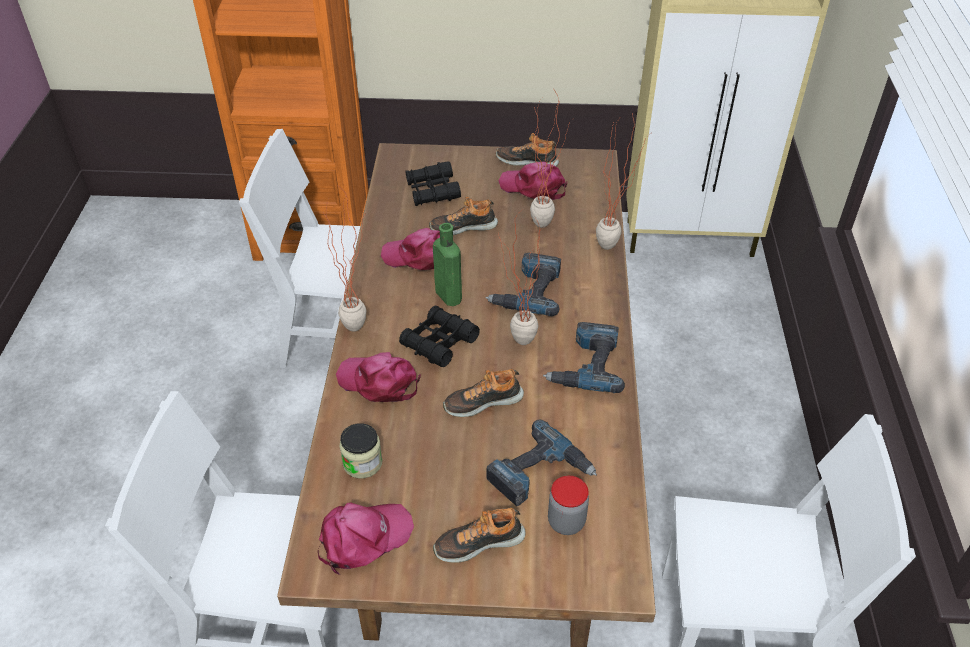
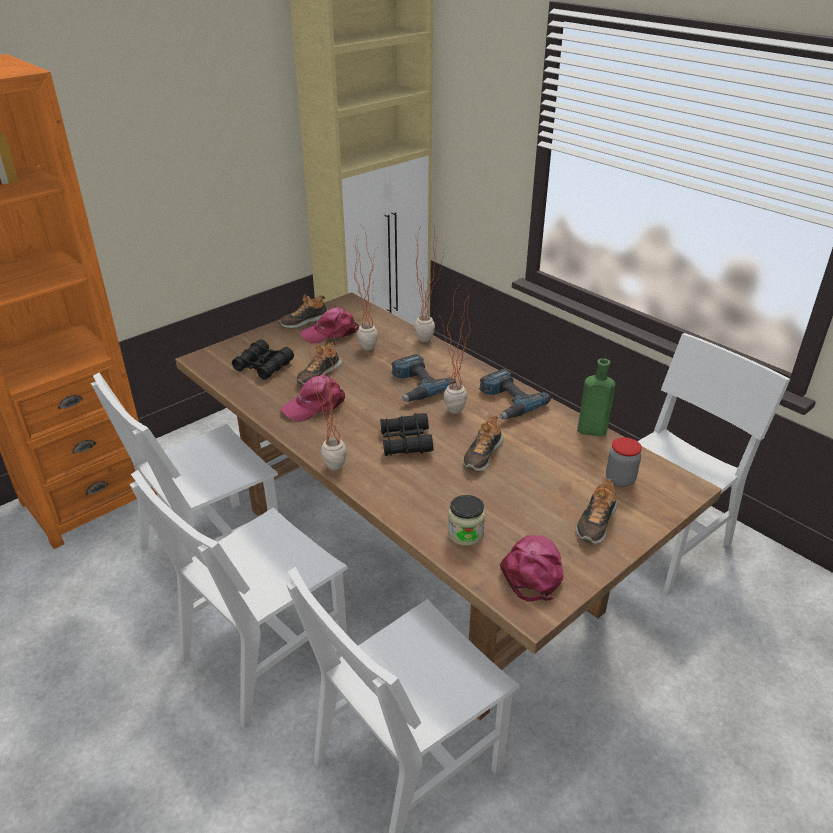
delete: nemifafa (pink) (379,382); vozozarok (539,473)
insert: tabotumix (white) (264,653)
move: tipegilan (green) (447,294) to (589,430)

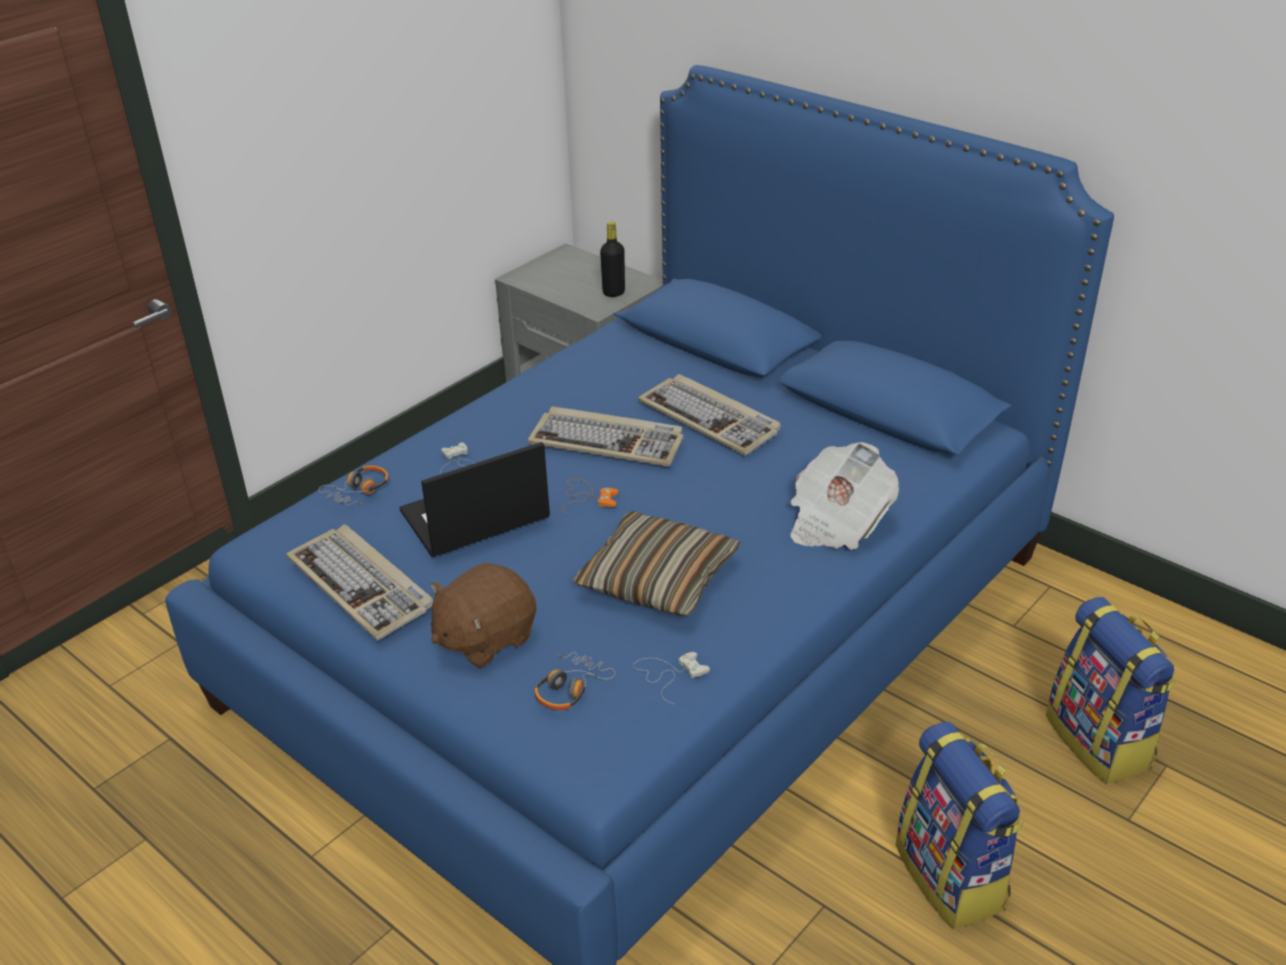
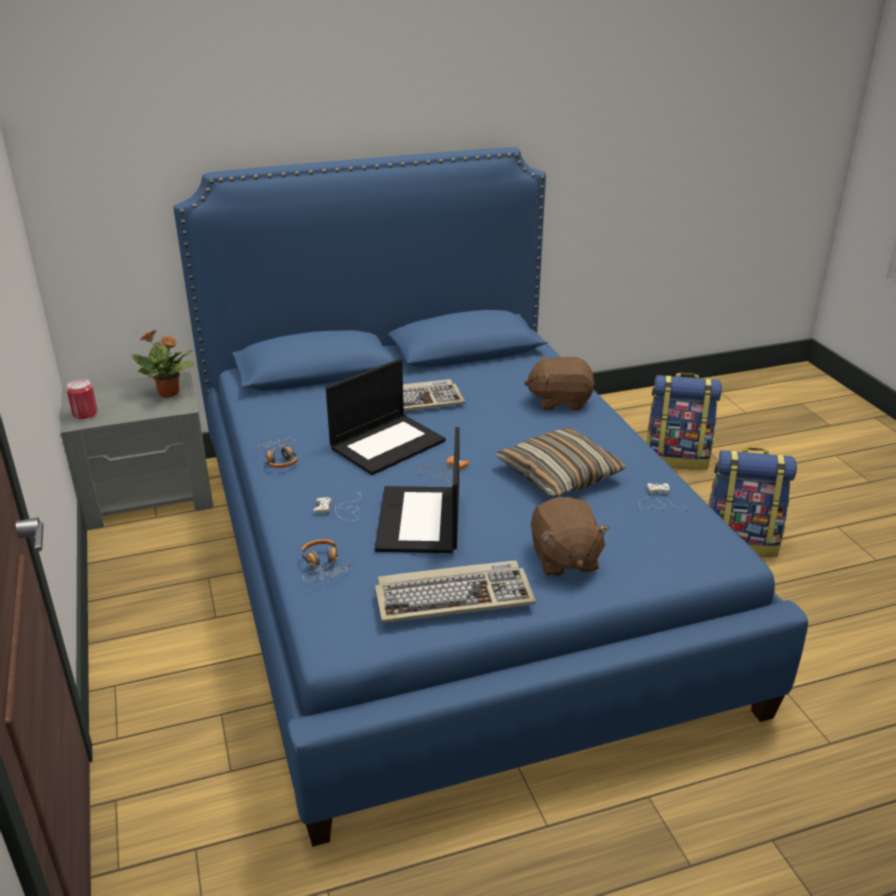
insert: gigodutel (85,414)
move: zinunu (570,688) to (279,458)
replace: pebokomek (608,441) to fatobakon (387,443); tipegilan (black) (613,292) to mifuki (169,393); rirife (836,521) to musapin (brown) (559,401)

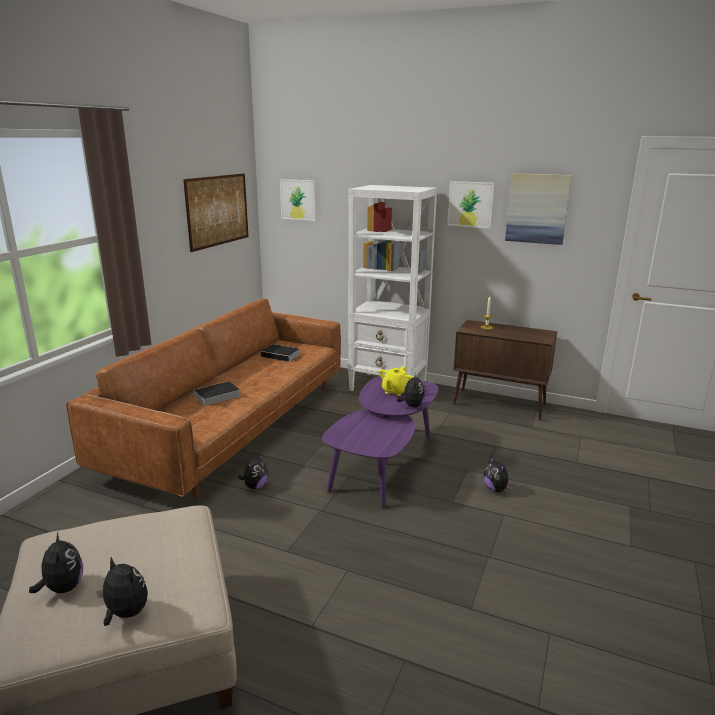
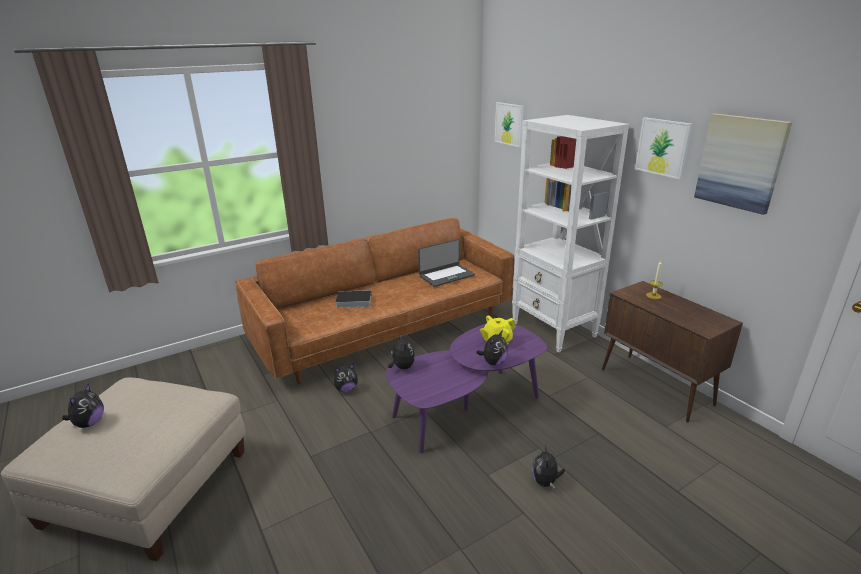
delete: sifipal (218,210)
move: musapin (125,613) to (402,367)
replace: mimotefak (282,355) to fatobakon (446,275)

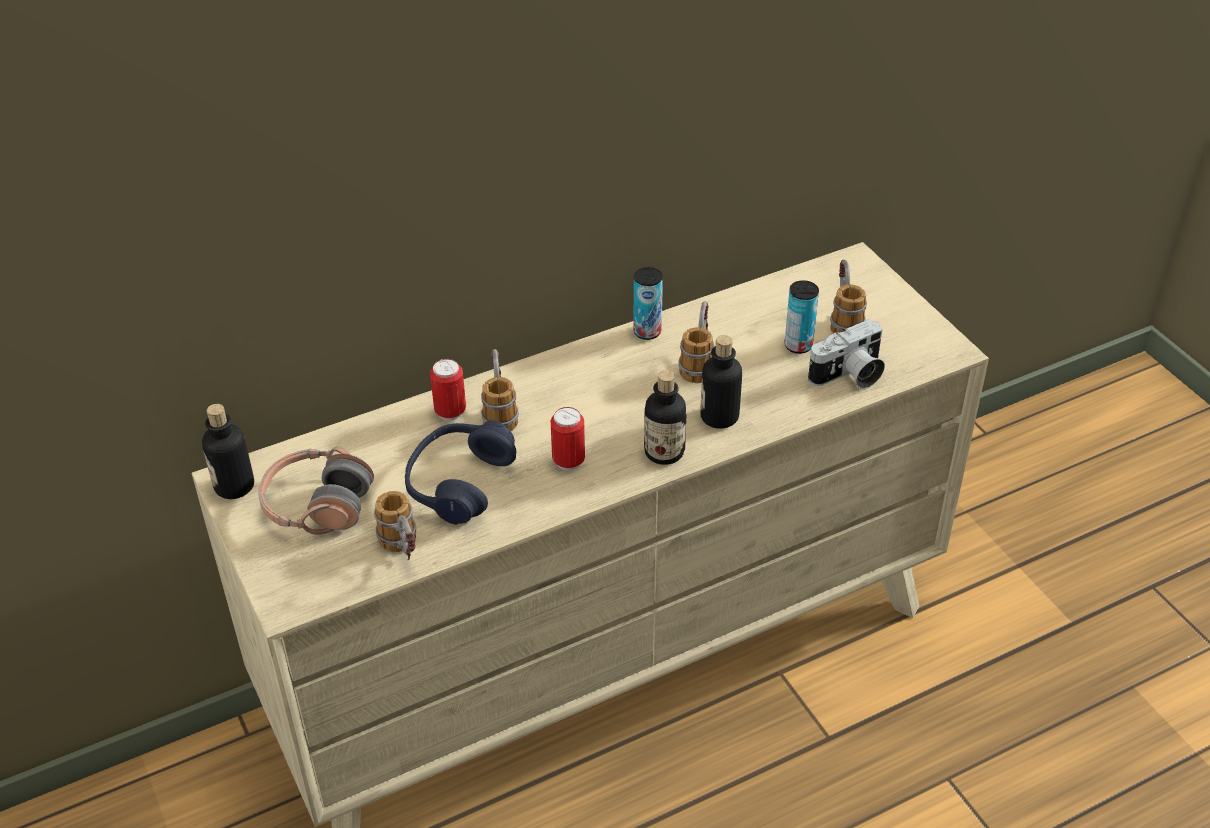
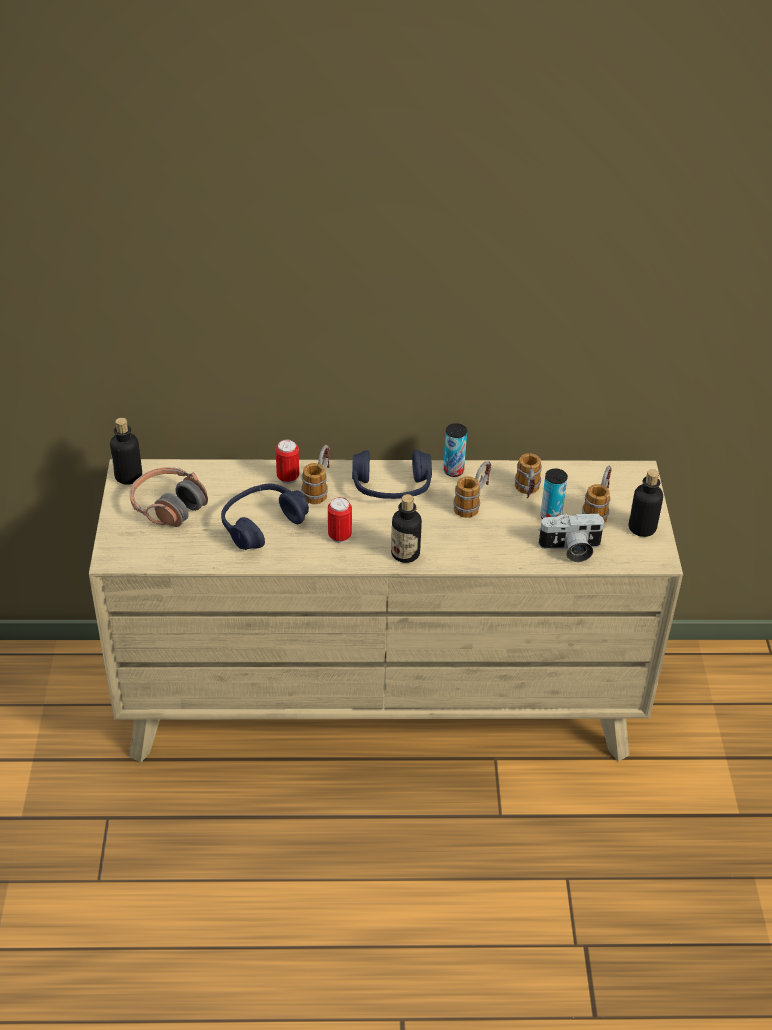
insert: zinunu (blue) (391,487)
move: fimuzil (403,551) to (527,494); tipegilan (719,416) to (642,528)

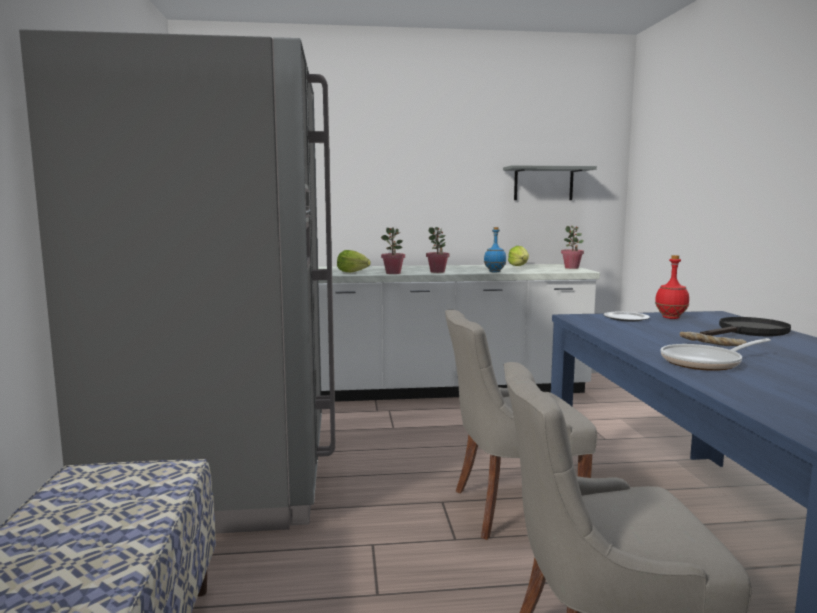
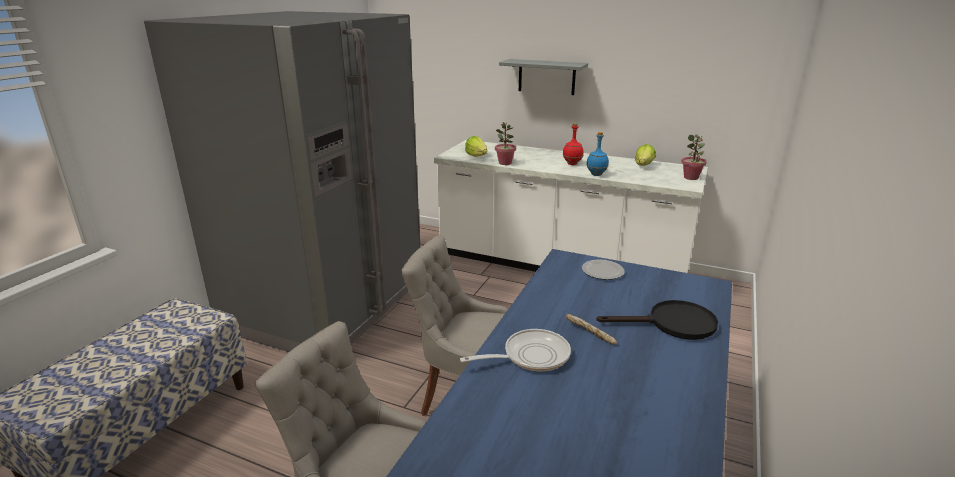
delete: mifuki (437,272)
move: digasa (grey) (543,183) to (546,77); tipegilan (red) (670,318) to (572,164)
rotate: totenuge (706,362) = (530,356) 150 degrees clockwise

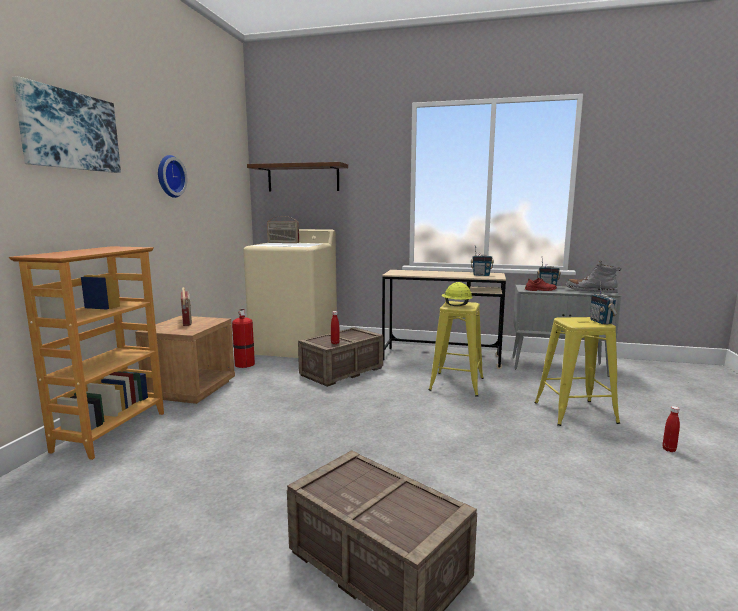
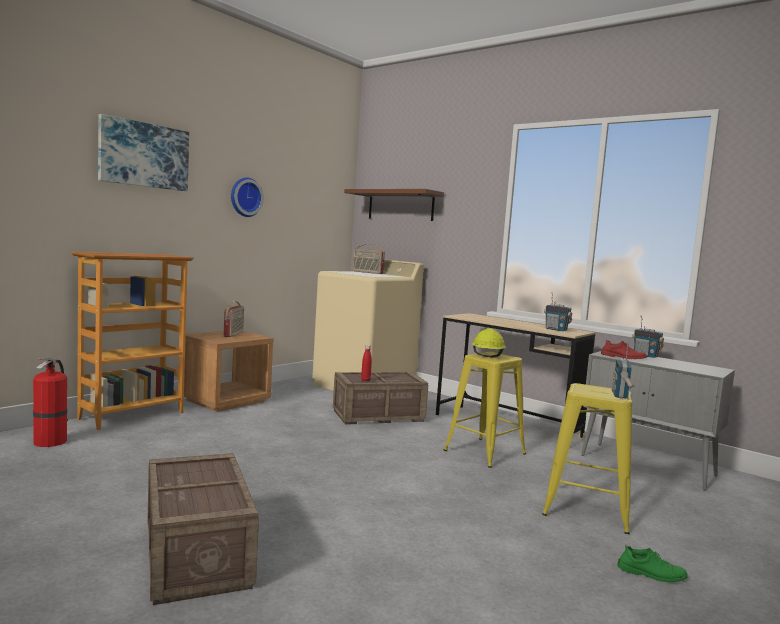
delete: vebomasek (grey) (590,291)
move: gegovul (244,364) to (51,441)
replace: tipegilan (red) (669,449) to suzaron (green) (651,573)

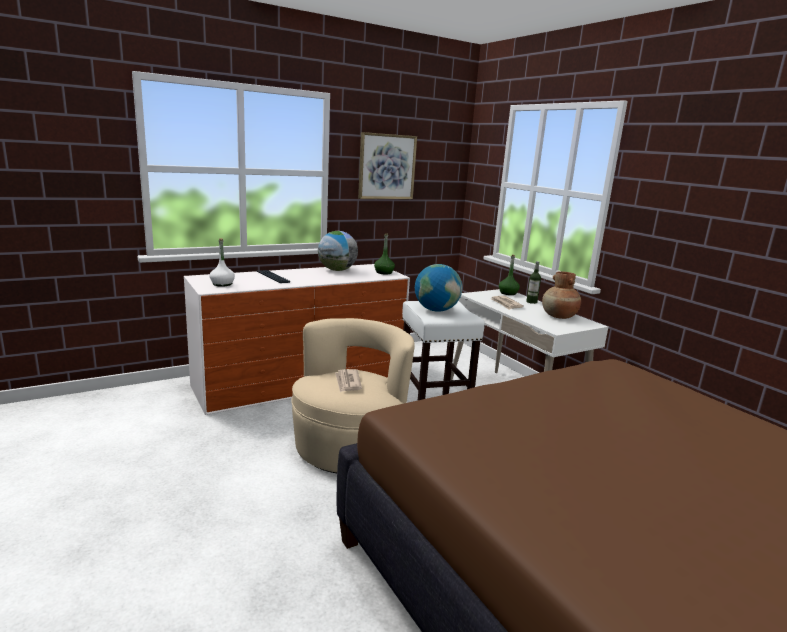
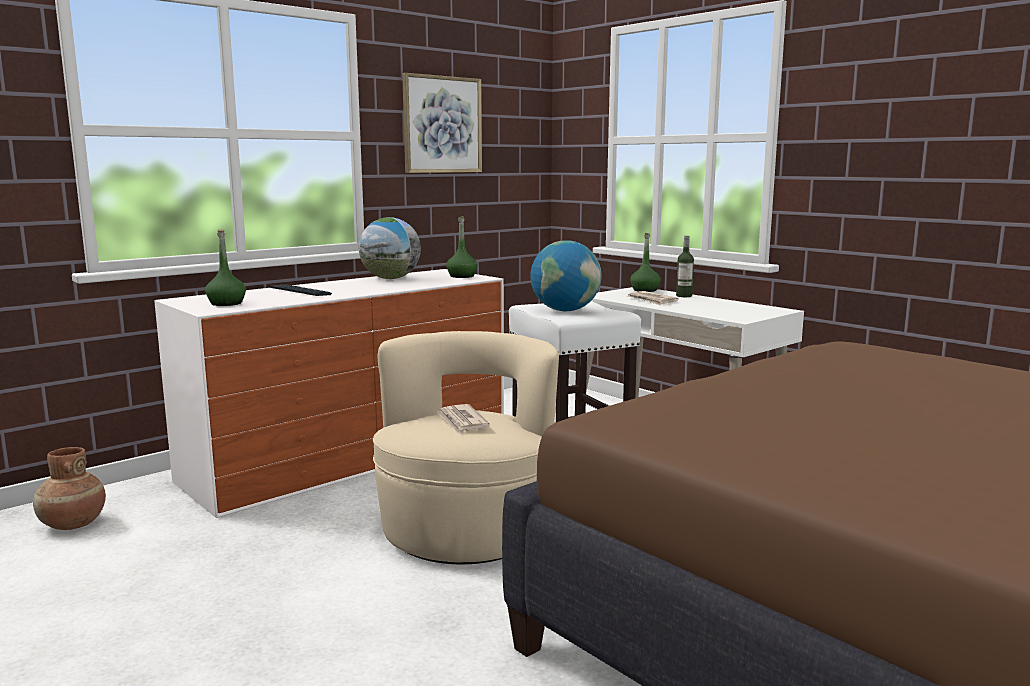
move: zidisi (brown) (559,316) to (72,524)
recolor: tipegilan (white) (222,284) to tipegilan (green) (226,303)

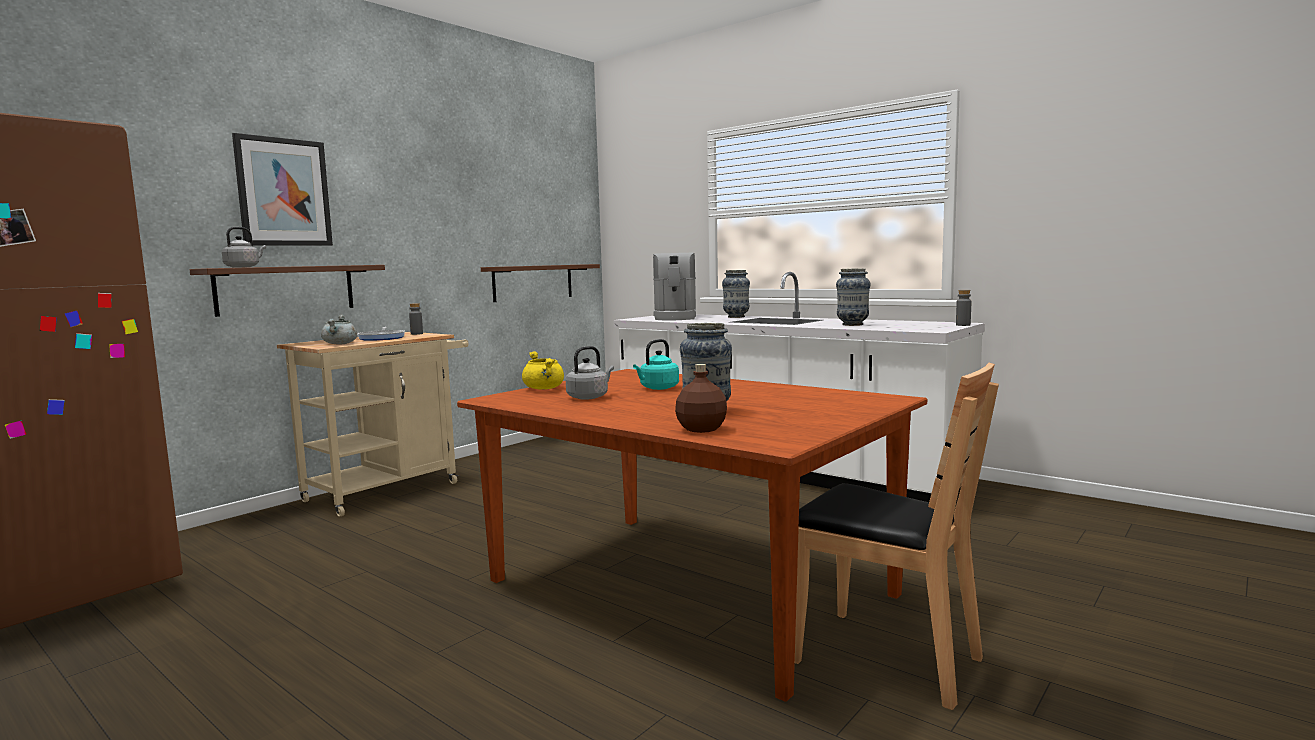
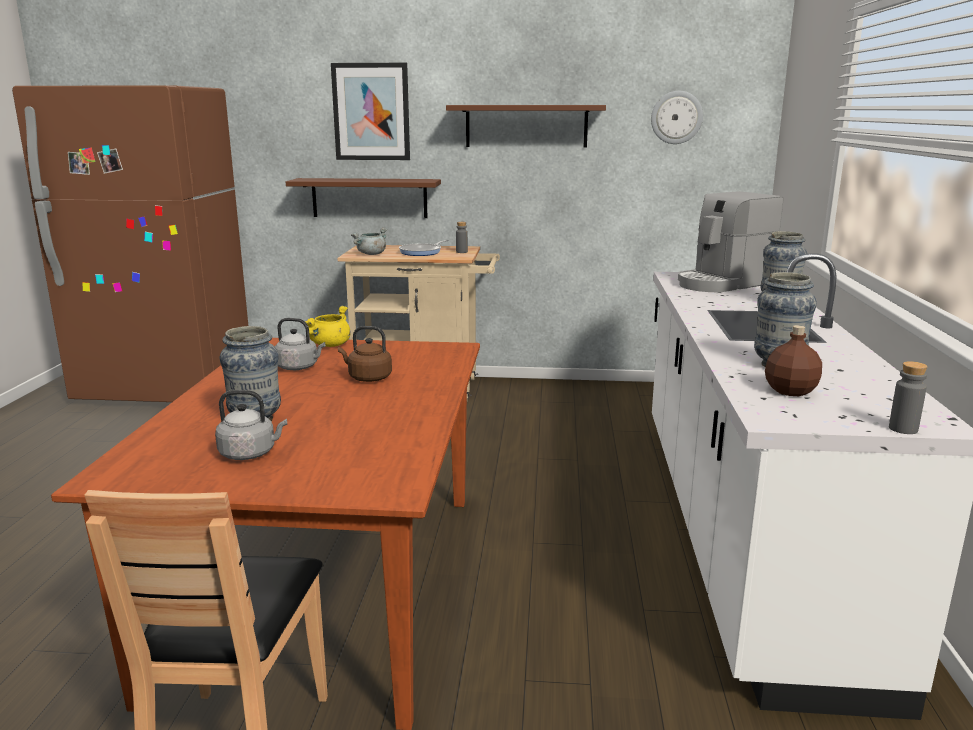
insert: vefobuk (676,117)
move: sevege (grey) (243,267) to (250,453); digasa (brown) (533,282) to (526,126); tipegilan (brown) (701,429) to (789,391)
recolor: sevege (turquoise) (657,388) to sevege (brown) (367,378)

